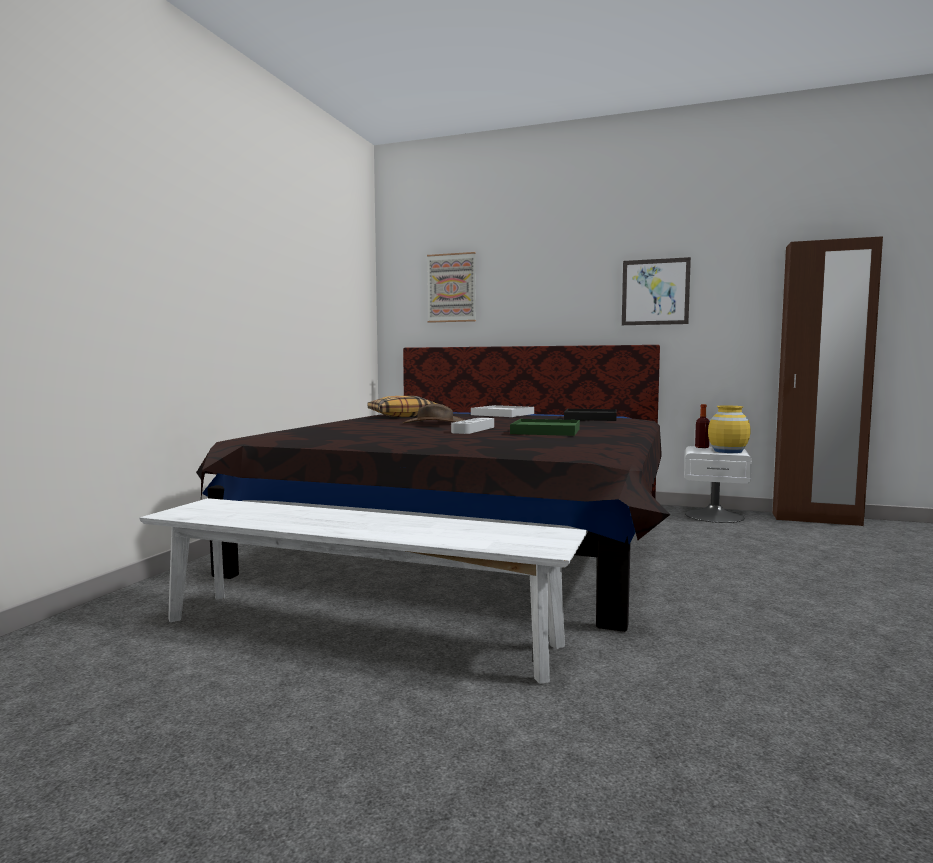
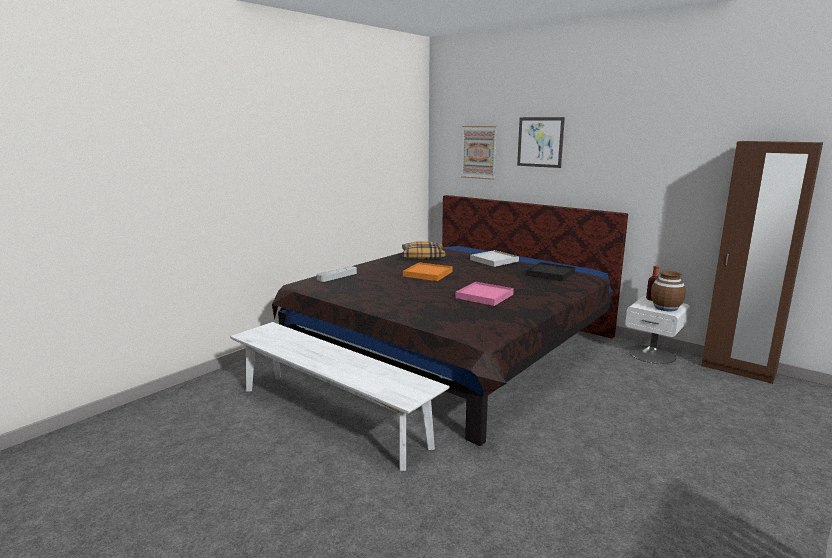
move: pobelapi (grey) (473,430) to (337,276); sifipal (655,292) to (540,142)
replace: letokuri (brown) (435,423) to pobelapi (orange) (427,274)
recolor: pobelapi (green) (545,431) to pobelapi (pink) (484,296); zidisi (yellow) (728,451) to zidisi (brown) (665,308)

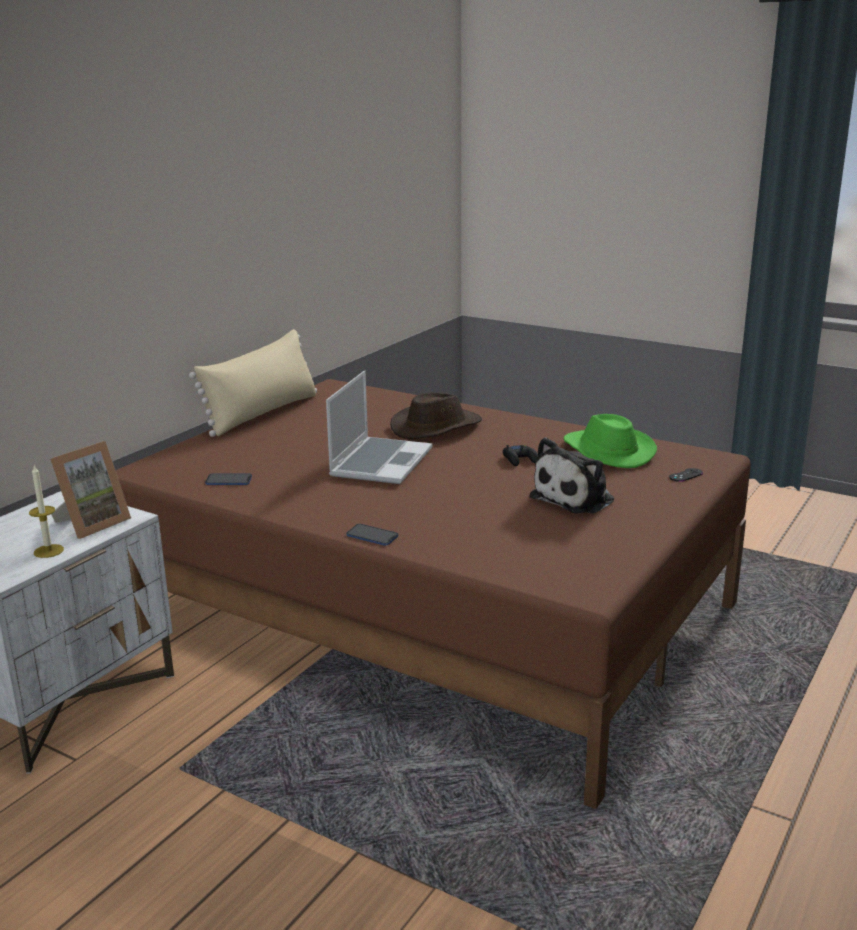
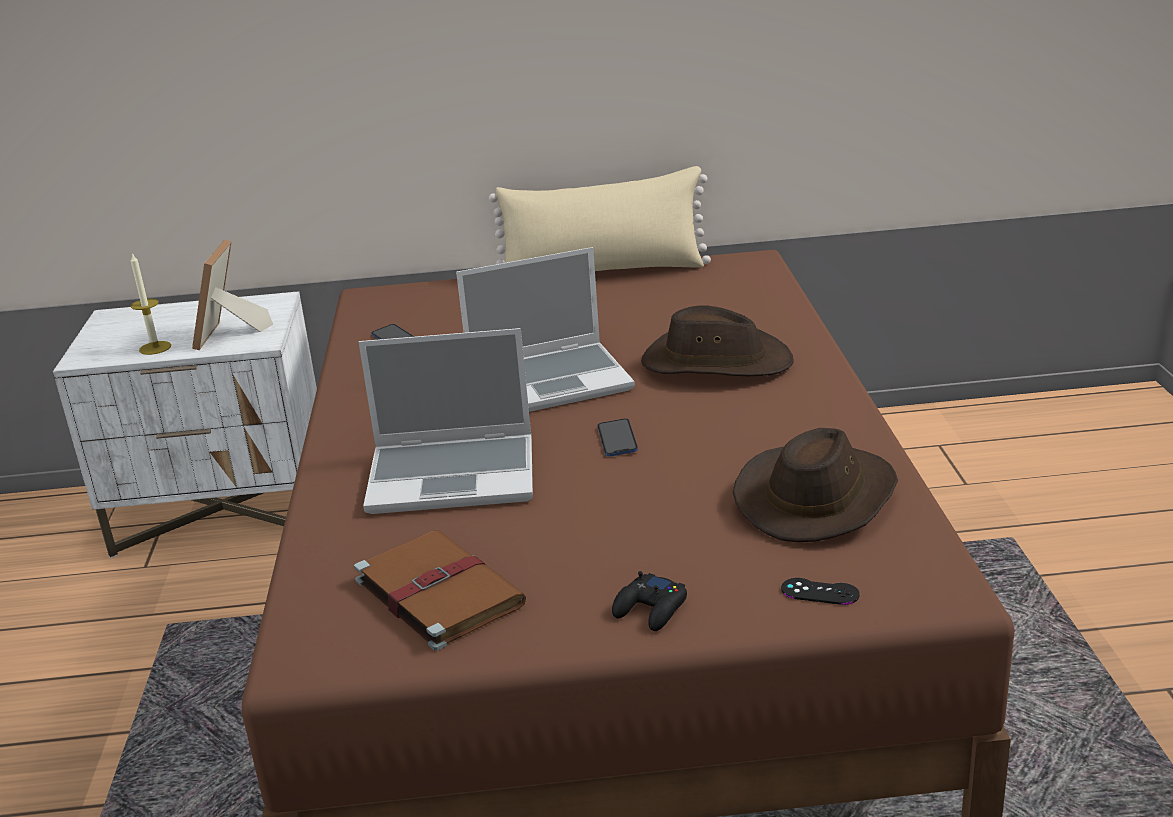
delete: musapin (576,498)
insert: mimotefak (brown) (436,591); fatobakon (455,475)
move: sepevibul (372,536) to (617,439); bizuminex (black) (520,459) to (651,609)
recolor: letokuri (green) (606,451) to letokuri (brown) (816,497)
rotate: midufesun (92,523) = (230,335) 90 degrees clockwise

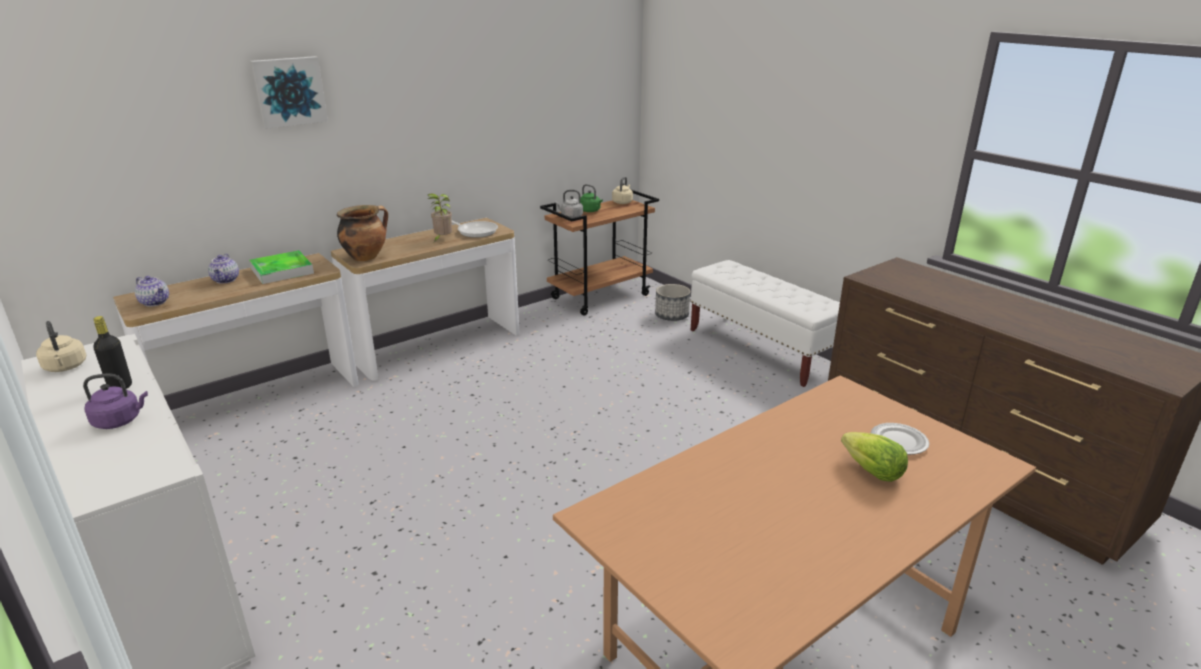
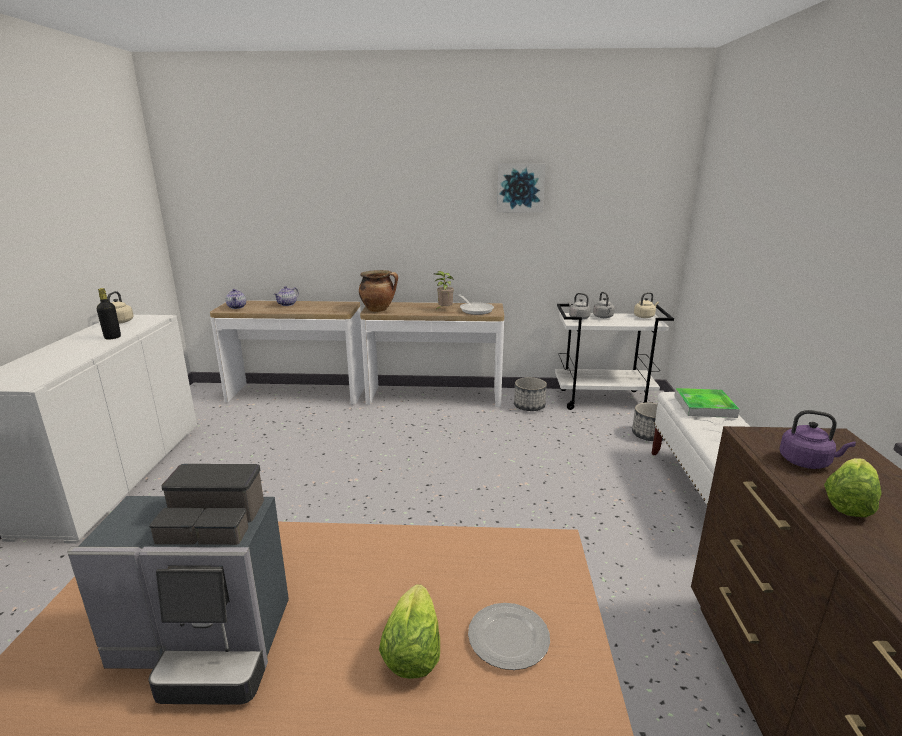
insert: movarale (207,645); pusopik (529,406); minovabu (848,502)
move: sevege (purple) (120,421) to (807,462); pobelapi (282,271) to (704,406); sifipal (289,91) to (520,188)
recolor: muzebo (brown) (600,296) to muzebo (white) (603,399); sevege (green) (590,211) to sevege (grey) (603,317)

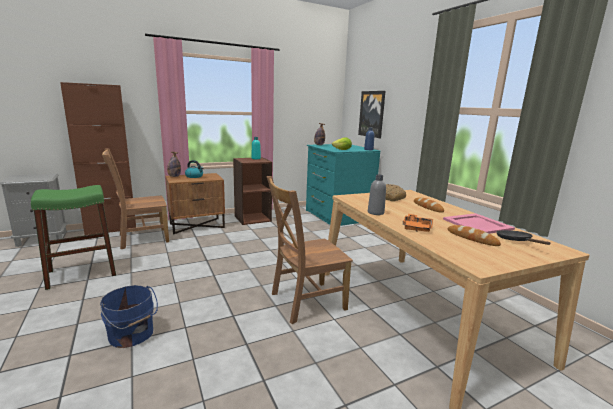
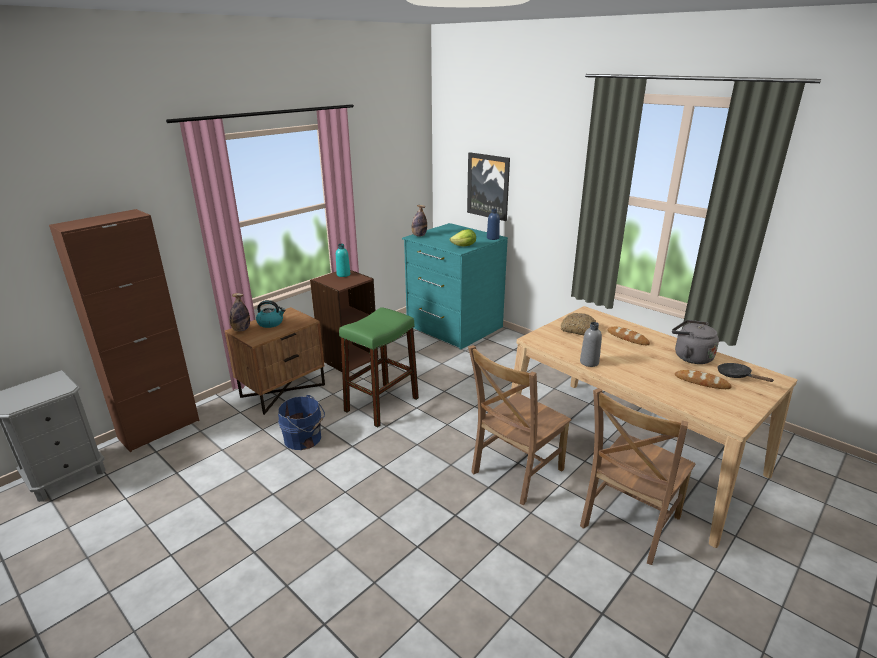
delete: pobelapi (orange) (416,228)
move: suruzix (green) (82,273) to (382,404); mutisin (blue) (132,335) to (304,439); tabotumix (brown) (141,238) to (628,524)
replace: pobelapi (pink) (477,224) to sevege (grey) (690,357)

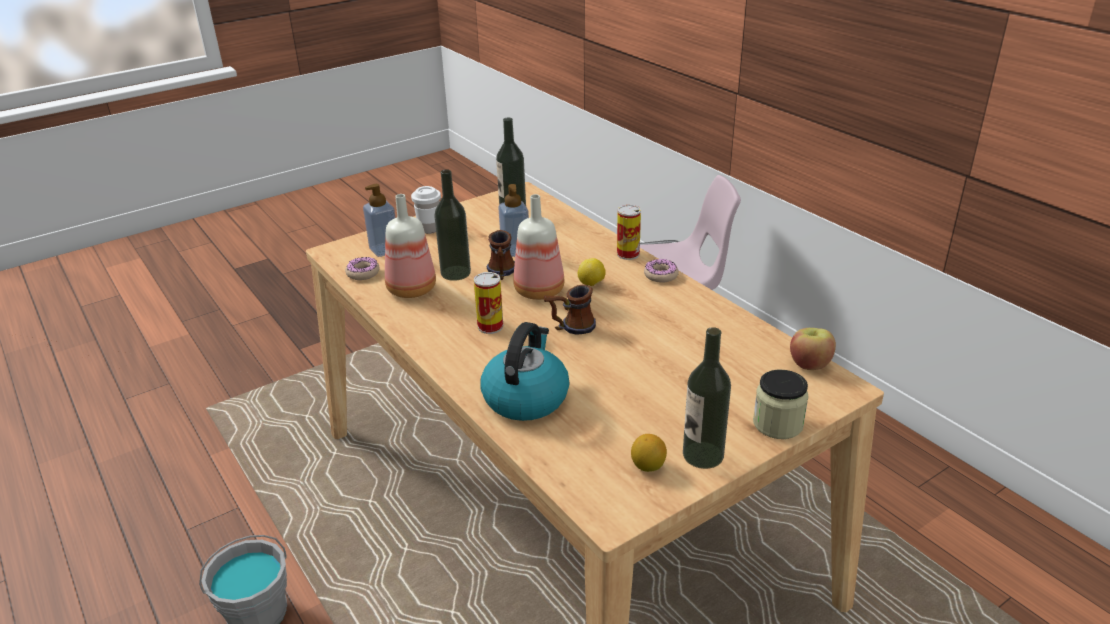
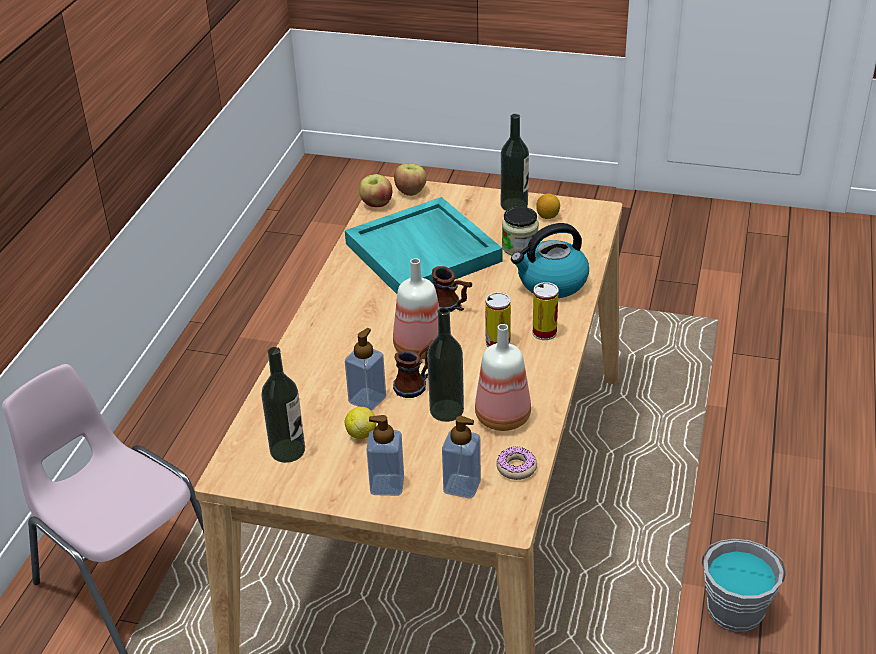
delete: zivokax (661,275)
insert: pobelapi (turquoise) (424,252); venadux (411,191)
move: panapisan (591,284) to (361,434); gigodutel (628,254) to (544,332); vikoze (778,424) to (519,247)
replace: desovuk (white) (429,229) to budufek (387,485)

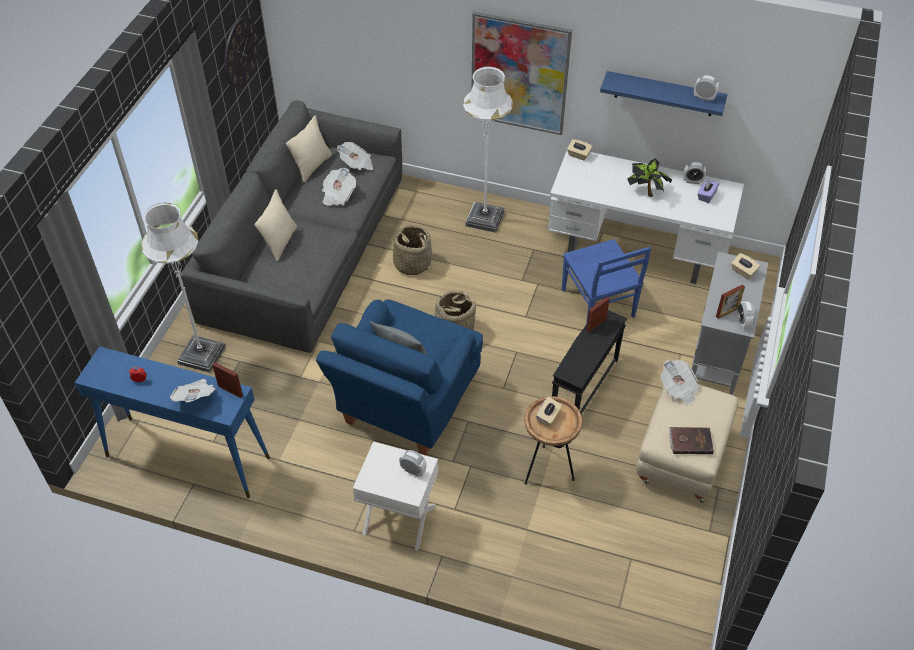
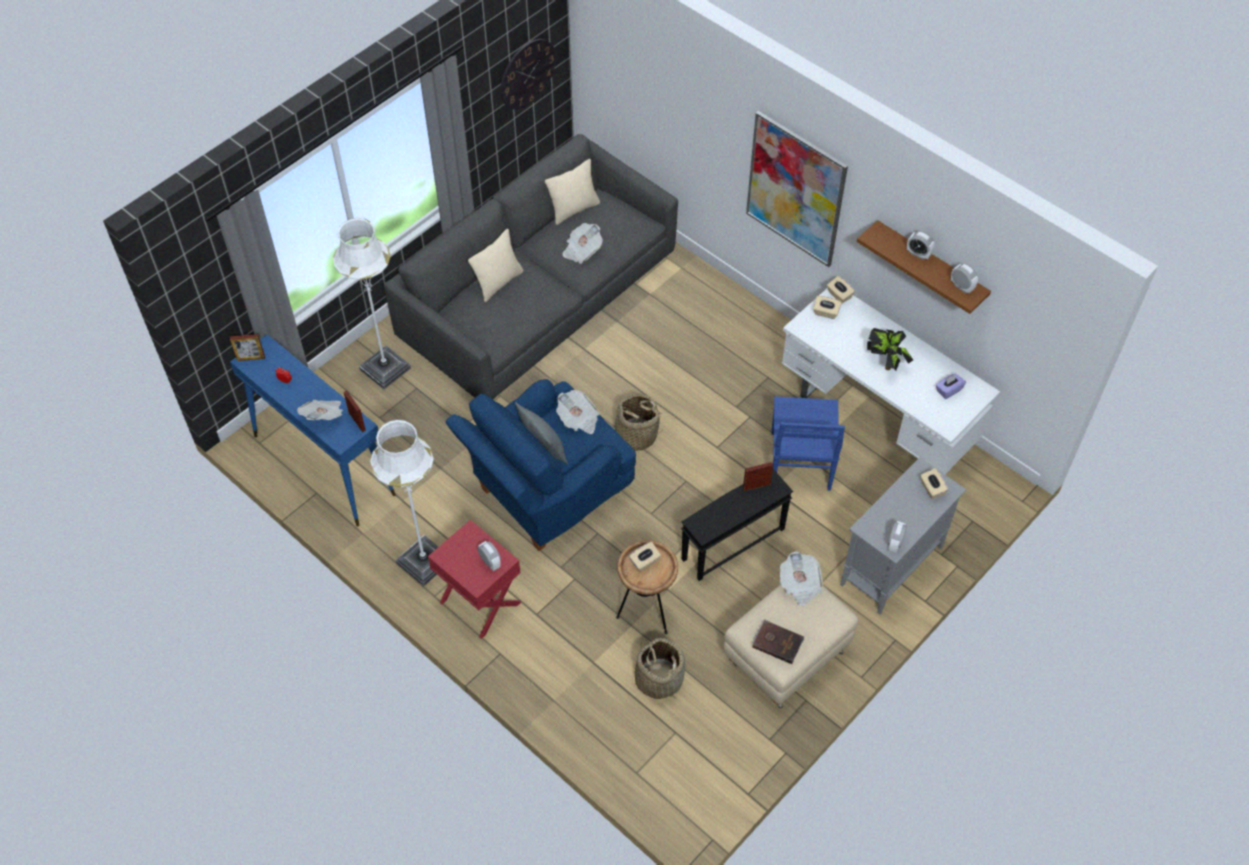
insert: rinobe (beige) (825,312)
move: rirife (356,164) to (578,419); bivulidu (412,263) to (658,679); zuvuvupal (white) (485,218) to (424,562); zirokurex (692,181) to (918,254); midufesun (727,312) to (251,358)
recolor: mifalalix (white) (398,520) to mifalalix (red) (479,603); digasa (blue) (664,94) to digasa (brown) (930,266)

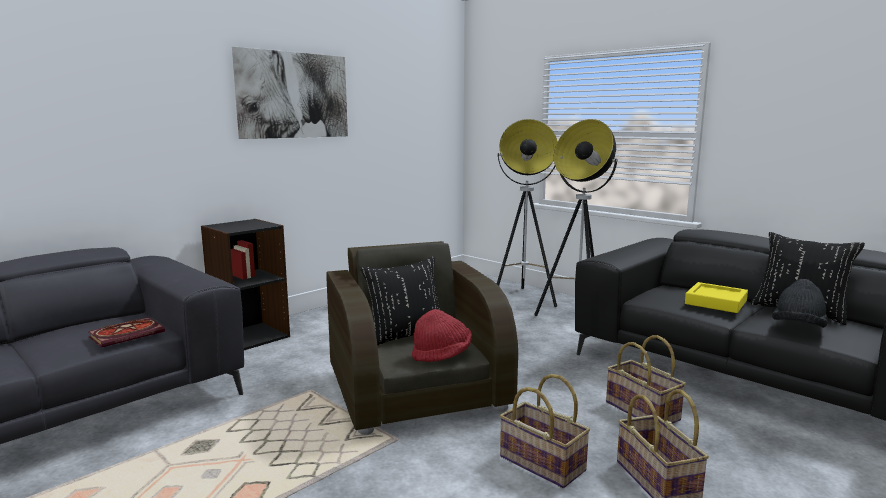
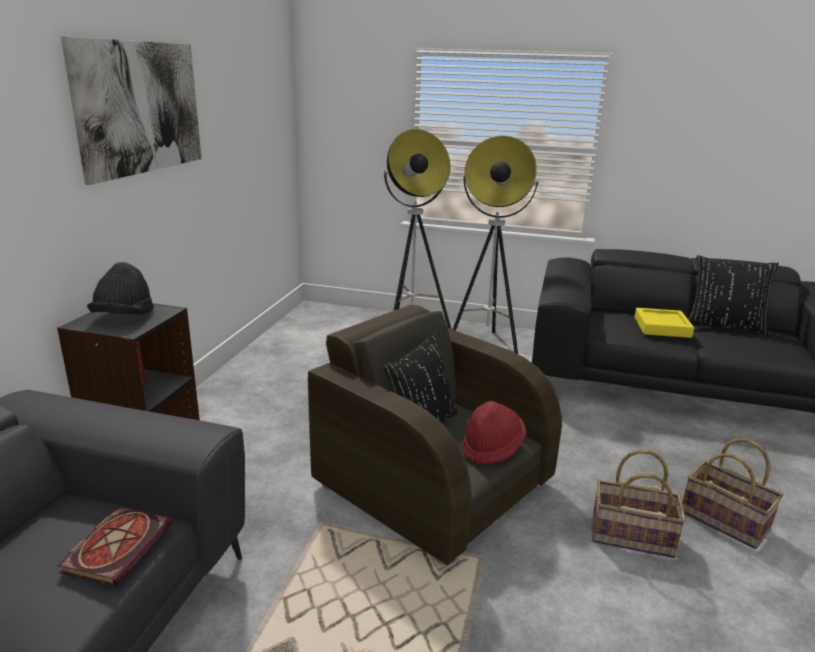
delete: bivulidu (643,411)
move: letokuri (black) (798,328) to (124,317)

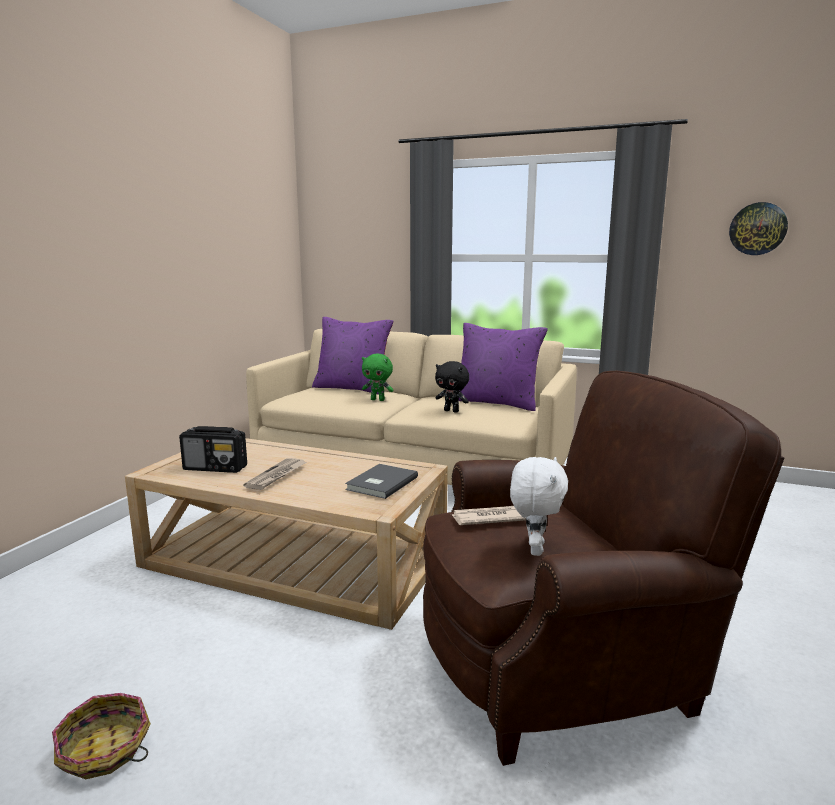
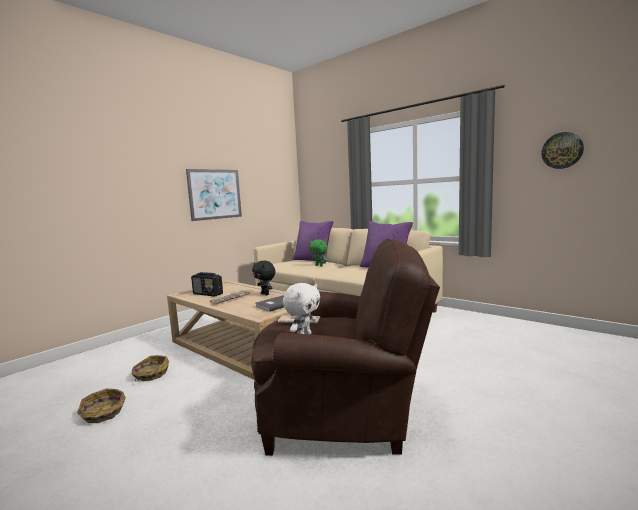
insert: bivulidu (150,374); sifipal (215,194)
move: musapin (black) (452,411) to (265,294)

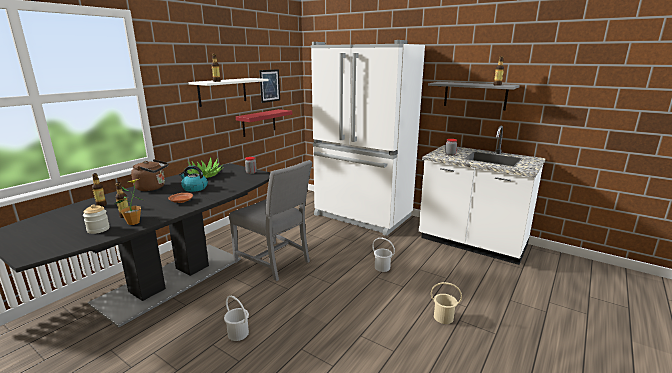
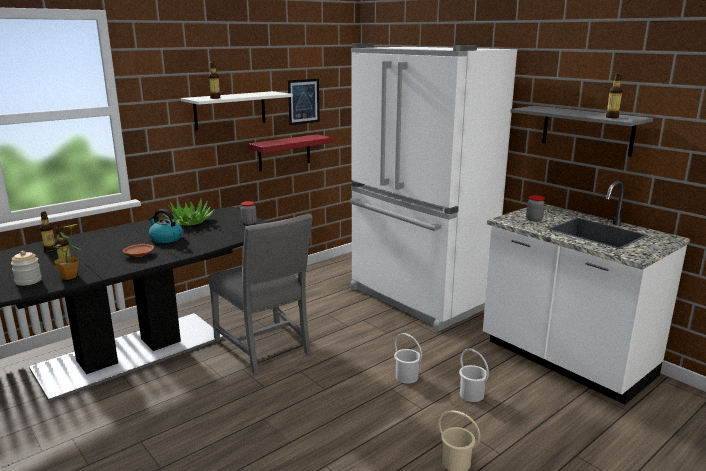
delete: sevege (brown) (152,188)
move: mutisin (white) (238,334) to (471,395)

